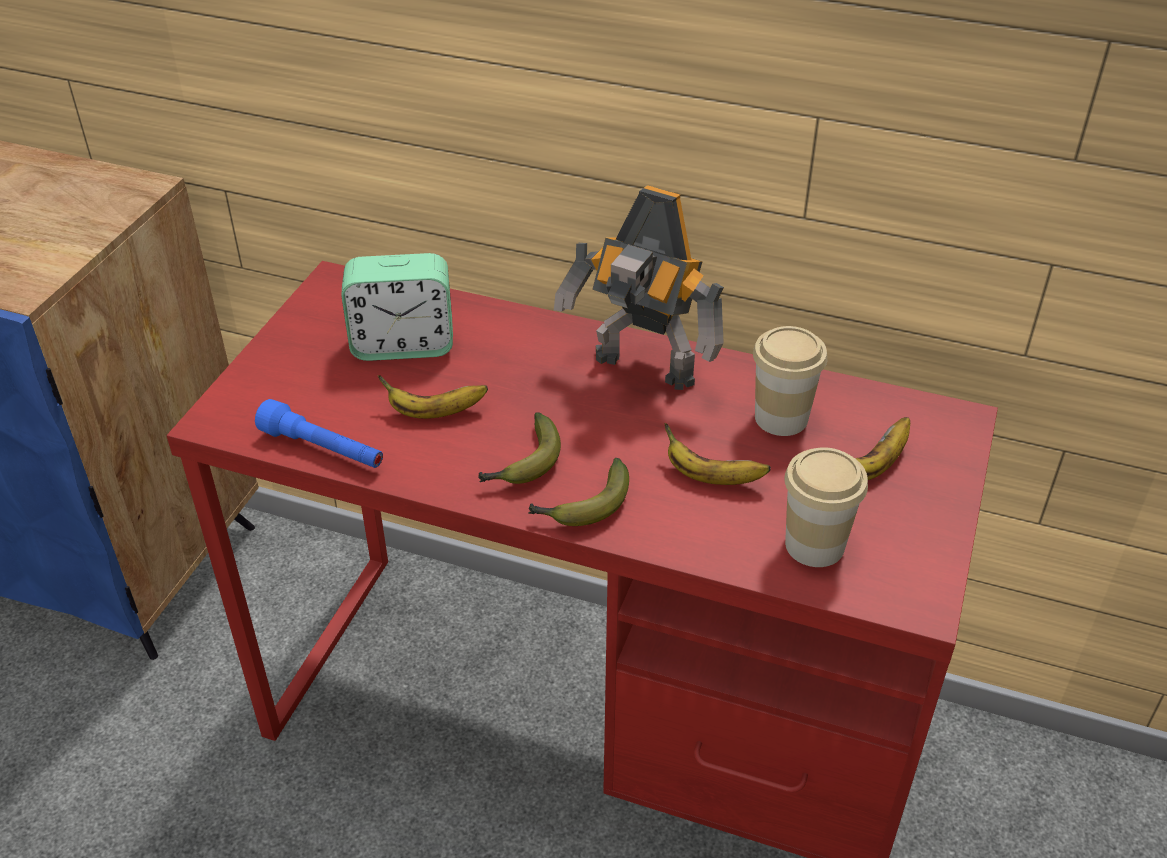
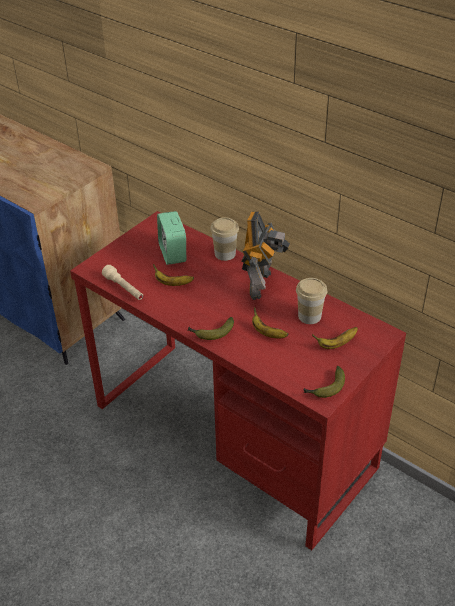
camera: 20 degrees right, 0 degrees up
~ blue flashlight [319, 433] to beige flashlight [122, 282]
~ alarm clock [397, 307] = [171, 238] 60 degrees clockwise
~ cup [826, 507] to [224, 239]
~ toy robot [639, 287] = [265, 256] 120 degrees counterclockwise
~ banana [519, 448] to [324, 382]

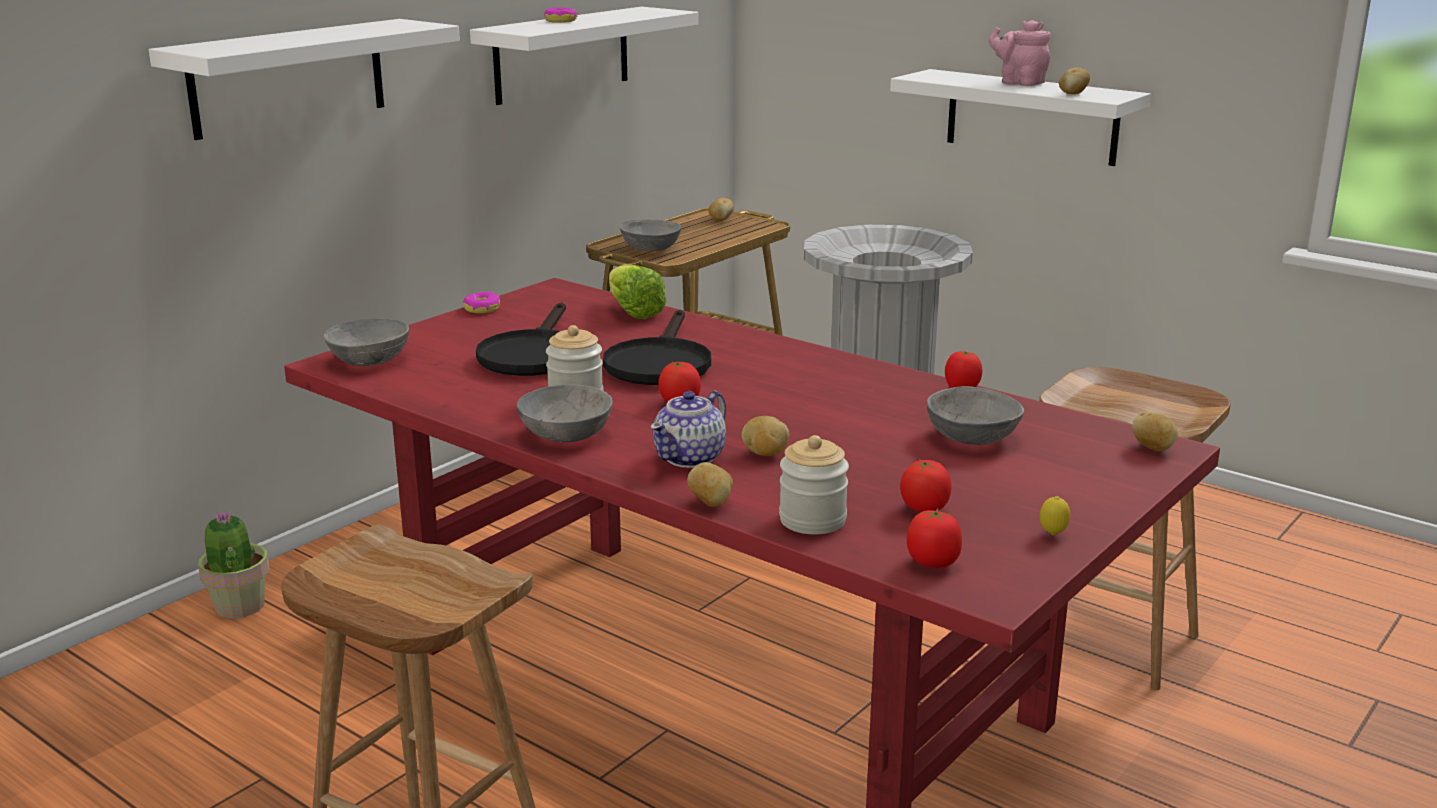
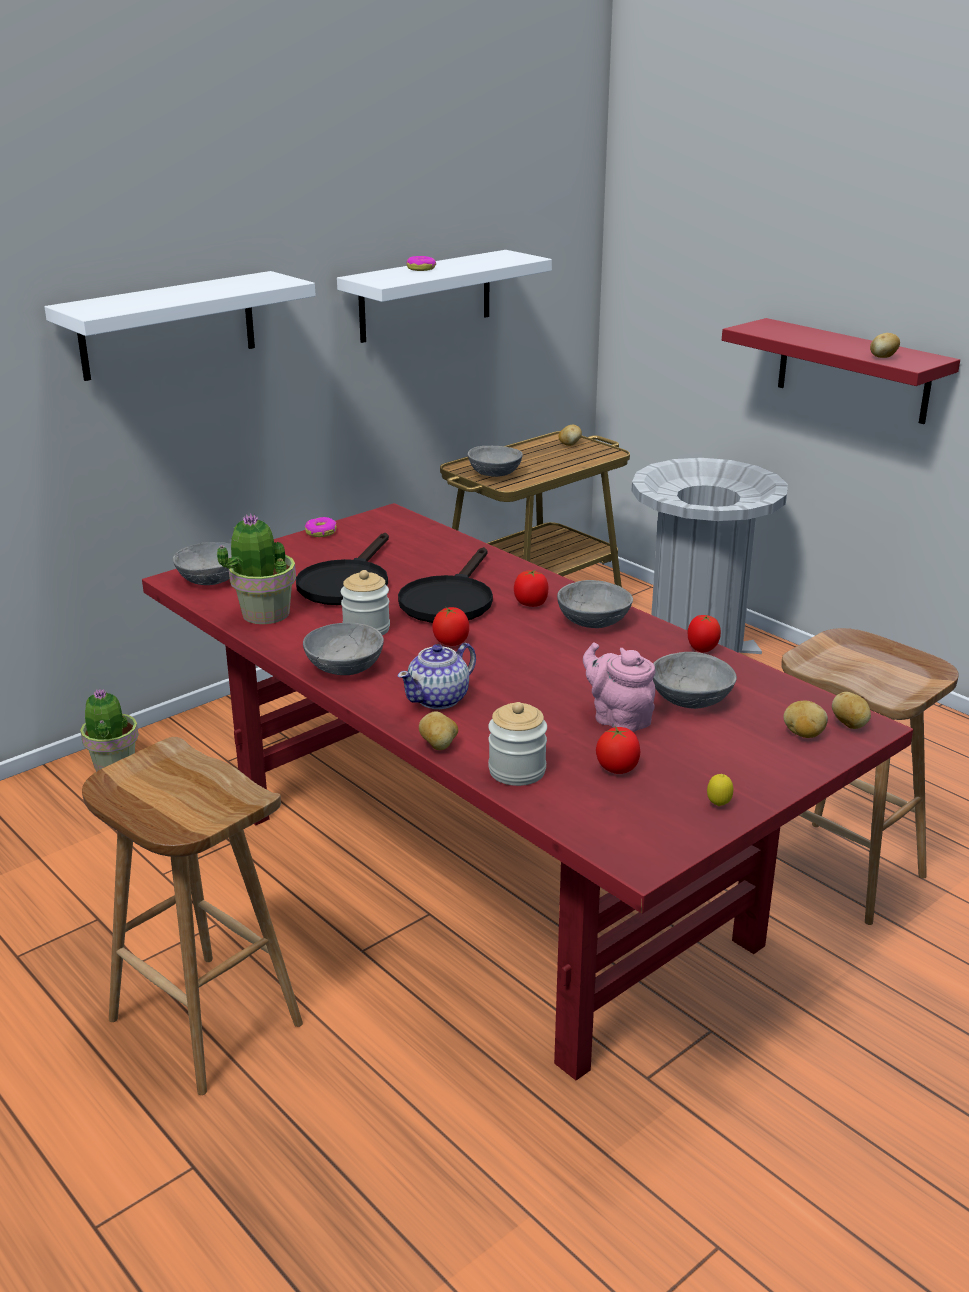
camera: 10 degrees right, 5 degrees up
+ potted plant [256, 569]
~ tomato [934, 538] to [531, 588]
+ grey bowl [595, 604]
~ pink teapot [1020, 53] to [619, 687]
~ white shelf [1020, 117] to red shelf [841, 371]
~ potato [765, 436] to [806, 719]
- lettuce [638, 292]

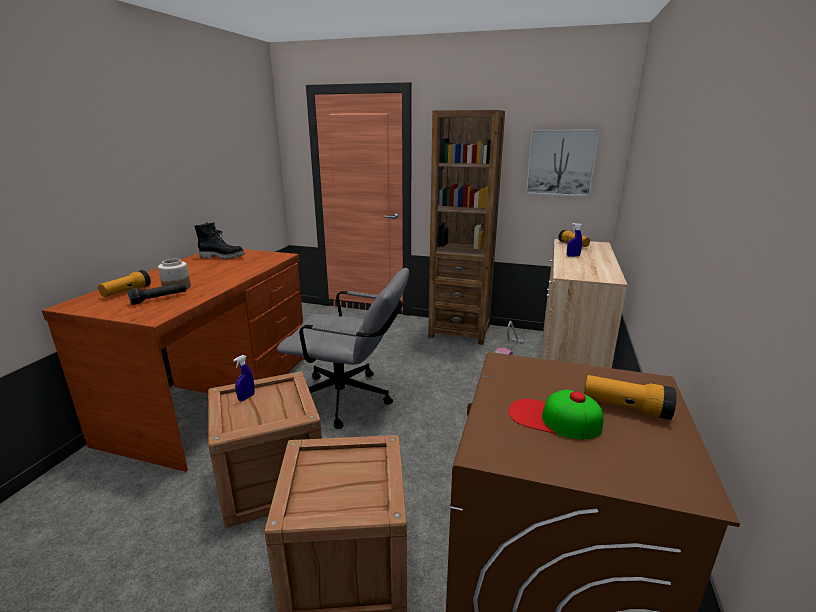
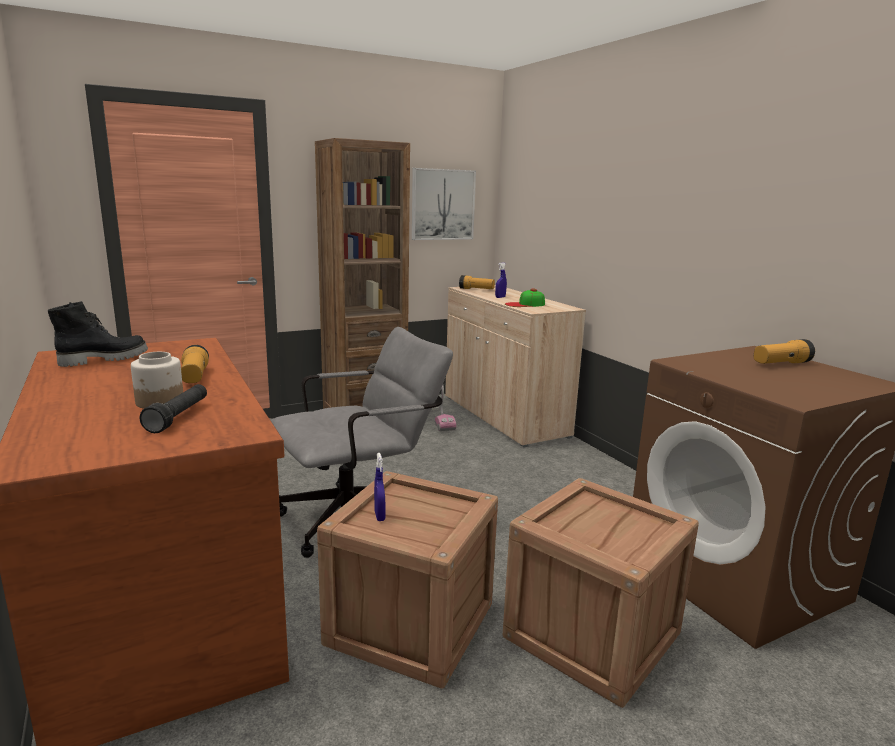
camera: 45 degrees left, 5 degrees down
~ flashlight [124, 283] to [195, 364]
~ cap [556, 414] to [525, 297]

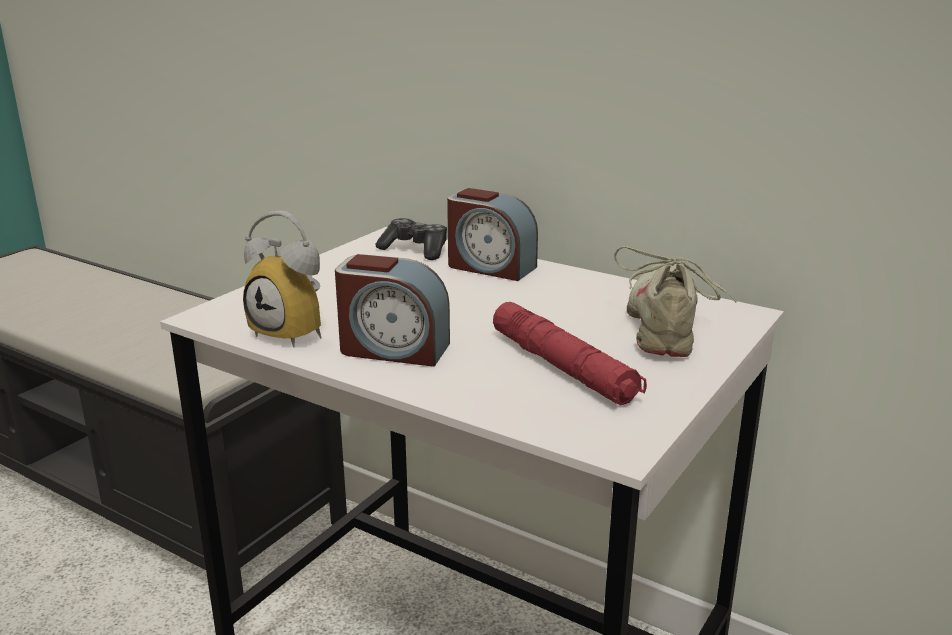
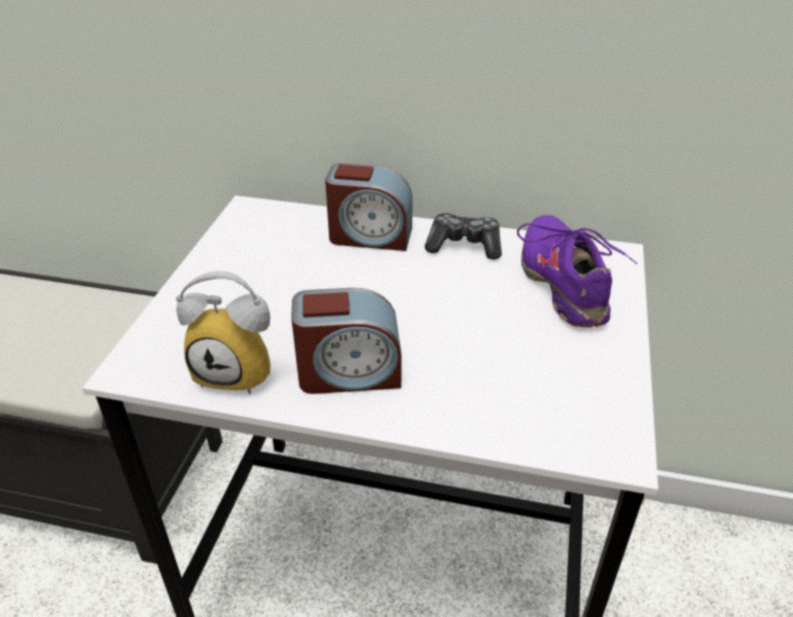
camera: 20 degrees left, 15 degrees up
~ game controller [411, 239] to [463, 236]
~ beige shoe [675, 301] to purple shoe [577, 271]
- red flashlight [570, 353]

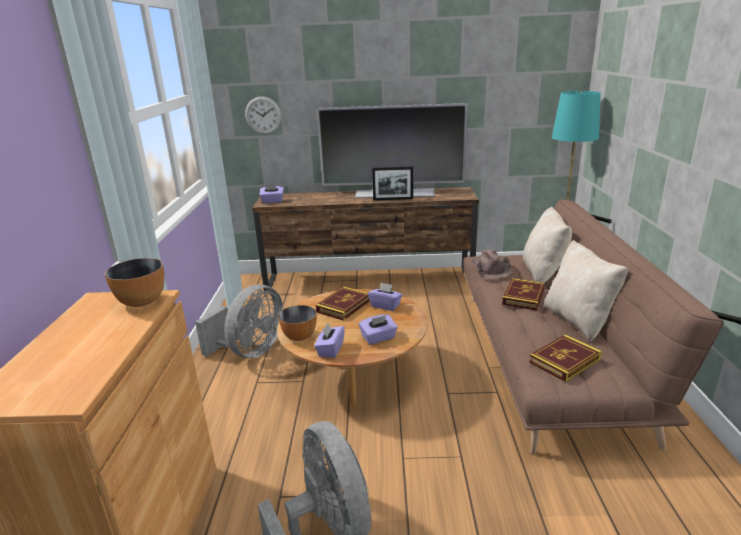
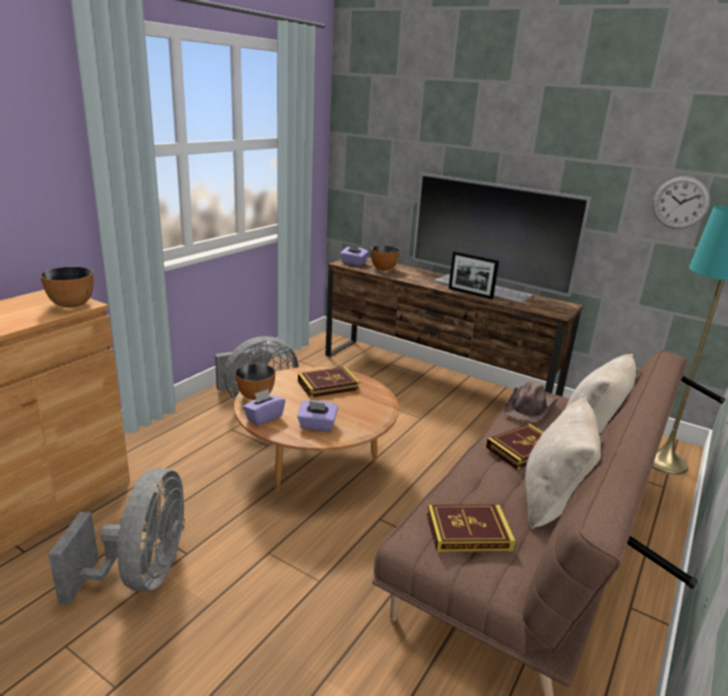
camera: 30 degrees right, 0 degrees up
+ bowl [385, 258]
~ wall clock [263, 115] to [681, 202]
- purple tissue box [385, 297]

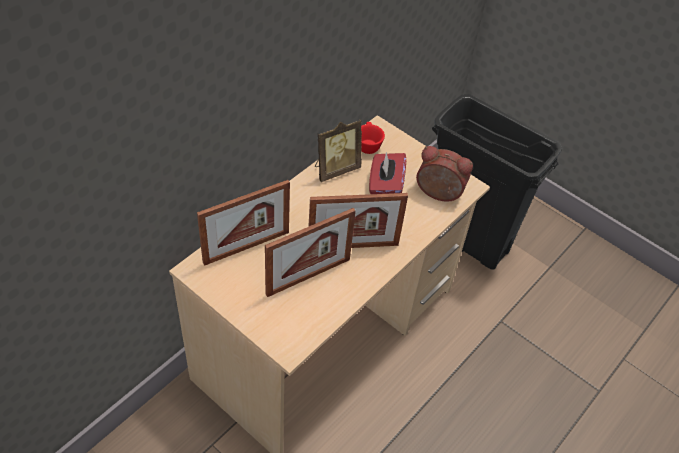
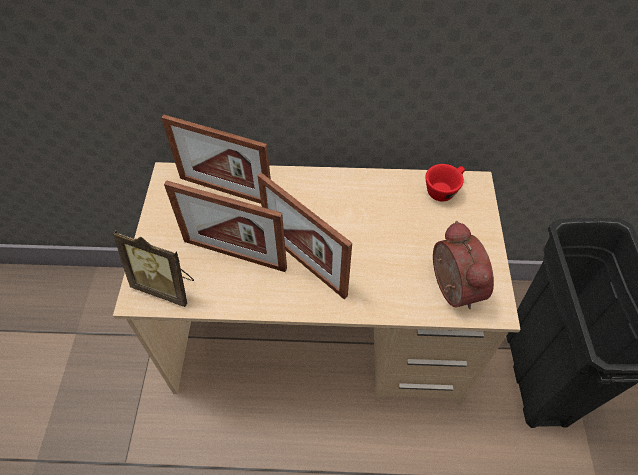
camera: 55 degrees right, 5 degrees up
~ picture frame [338, 150] to [153, 269]
- red tissue box [387, 173]

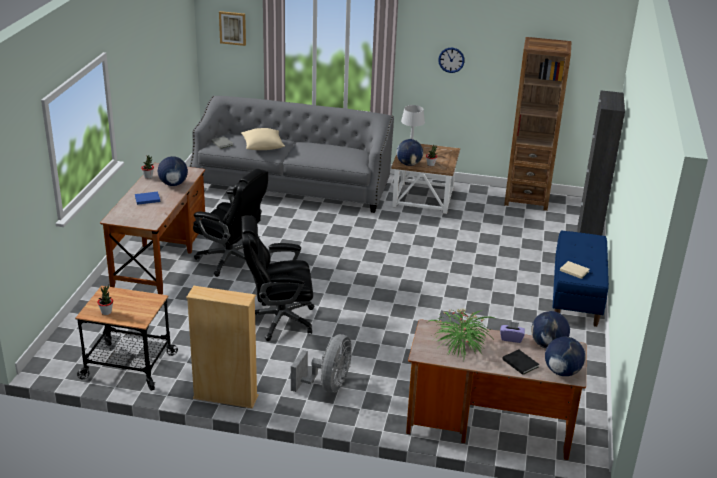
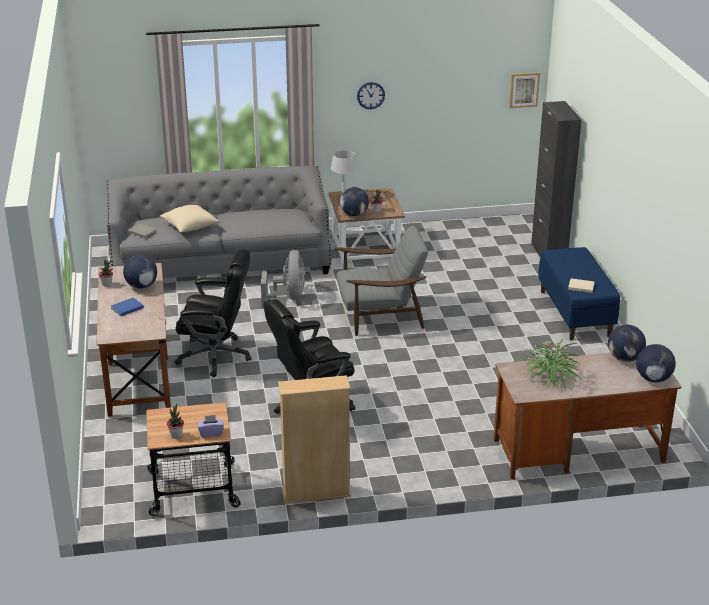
camera: 20 degrees left, 0 degrees up
~ purple tissue box [512, 332] to [211, 426]
~ grey fan [321, 363] to [283, 278]
+ grey armchair [381, 281]
~ picture [232, 28] to [524, 90]
- black book [520, 362]
- brown bookcase [538, 124]

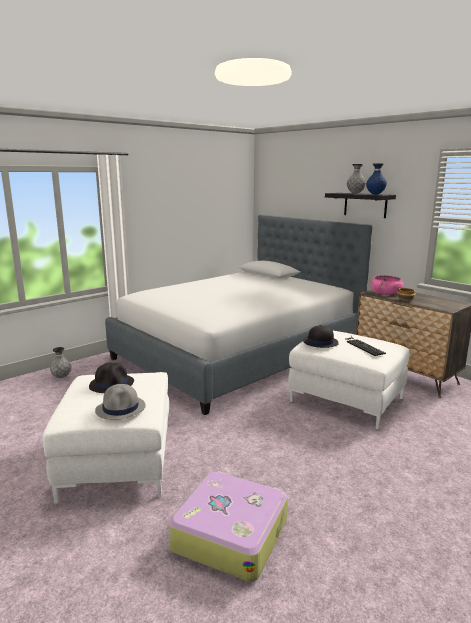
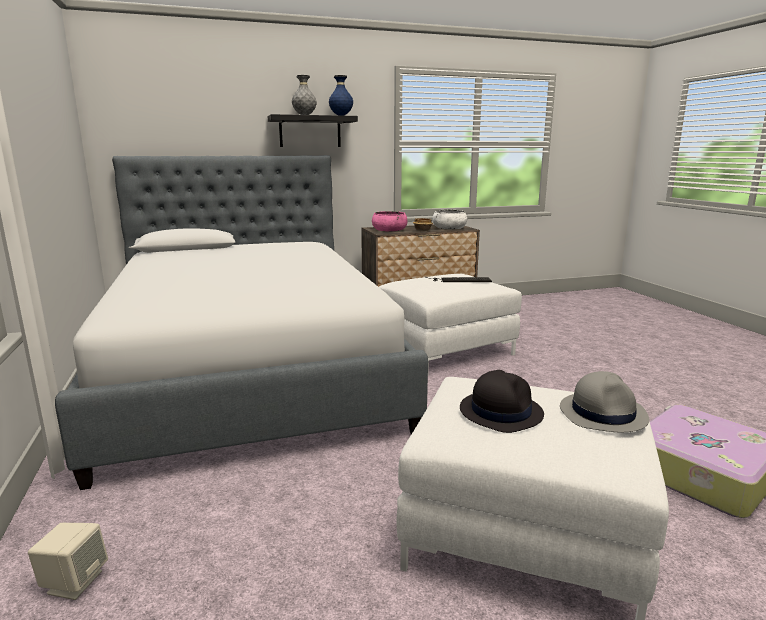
camera: 65 degrees left, 0 degrees up
~ grey vase [60, 362] to beige speaker [68, 561]
+ white bowl [449, 219]
- black hat [321, 336]

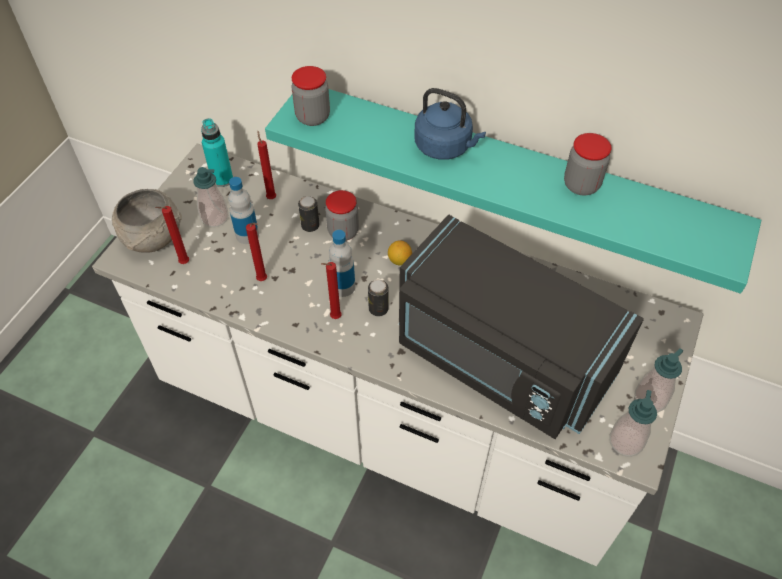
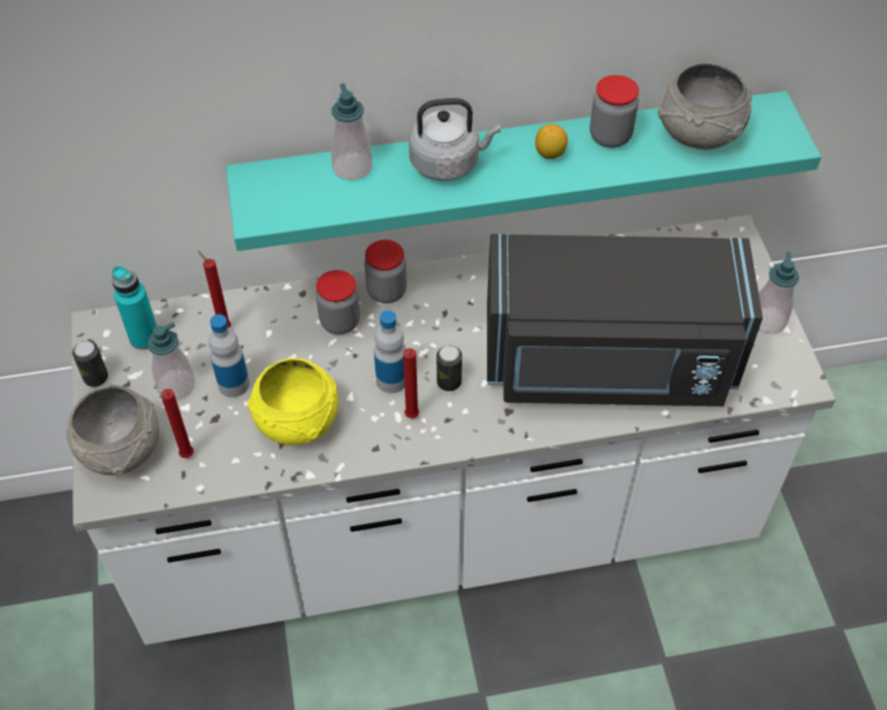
camera: 35 degrees left, 0 degrees up
~ can [309, 214] to [90, 364]
~ red candle [256, 252] to yellow bowl [292, 401]
~ soap dispenser [633, 423] to [352, 132]
~ jar [310, 96] to [385, 271]
~ blue kettle [450, 124] to grey kettle [455, 139]
~ lemon [400, 252] to [551, 141]
+ grey bowl [705, 106]

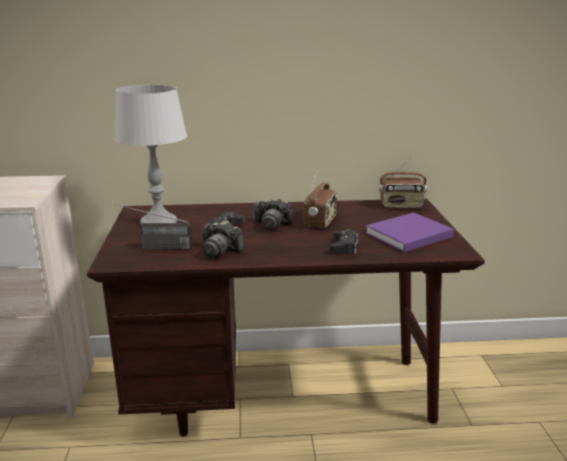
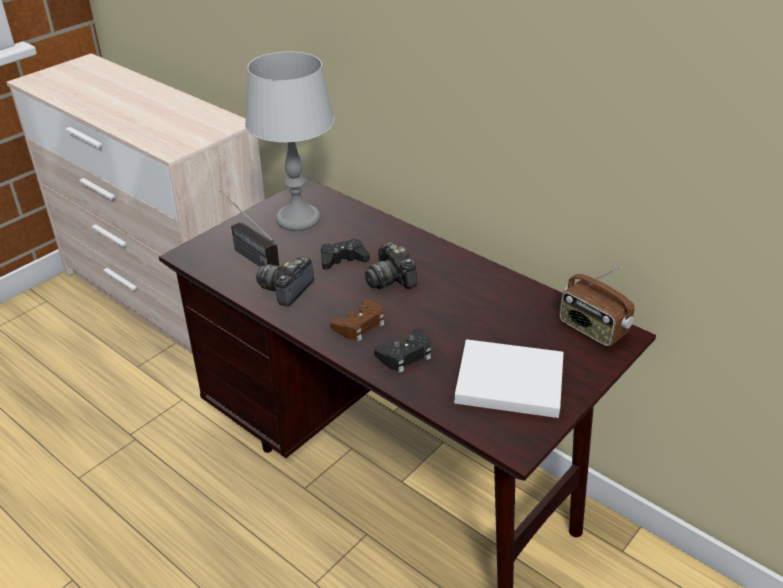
camera: 45 degrees right, 15 degrees up
~ photo camera [222, 239] = [285, 281] 45 degrees clockwise
+ brown game controller [357, 320]
~ purple book [409, 232] to white book [509, 378]
- radio [321, 198]

